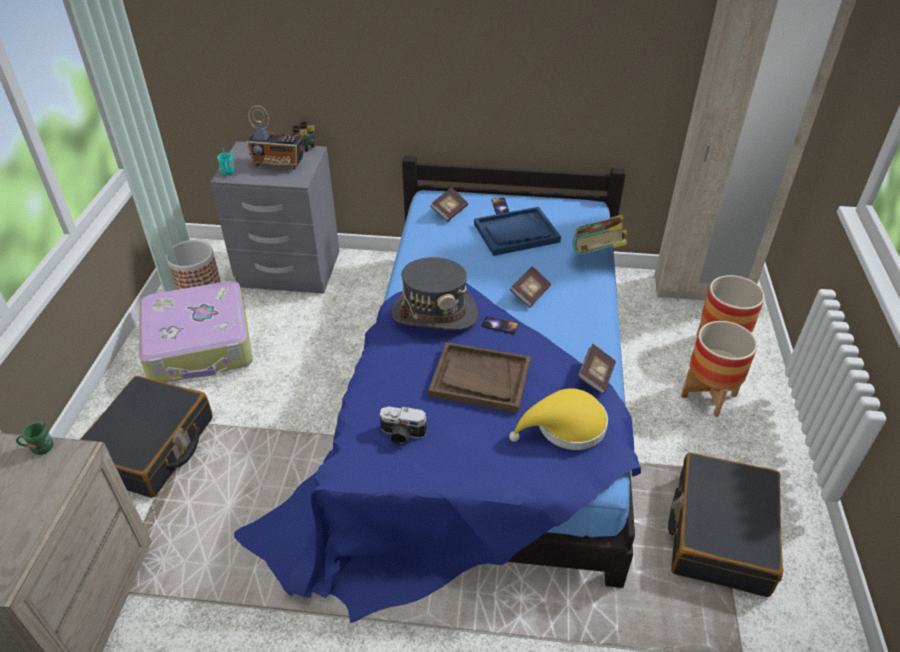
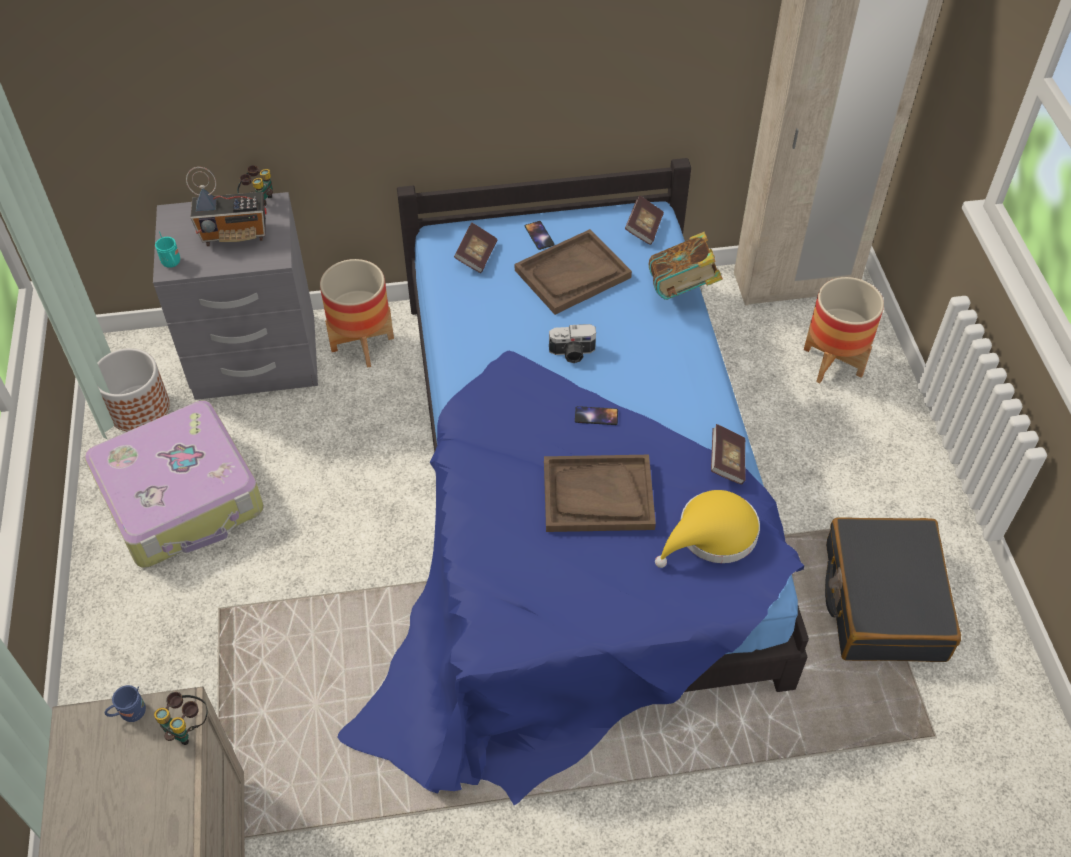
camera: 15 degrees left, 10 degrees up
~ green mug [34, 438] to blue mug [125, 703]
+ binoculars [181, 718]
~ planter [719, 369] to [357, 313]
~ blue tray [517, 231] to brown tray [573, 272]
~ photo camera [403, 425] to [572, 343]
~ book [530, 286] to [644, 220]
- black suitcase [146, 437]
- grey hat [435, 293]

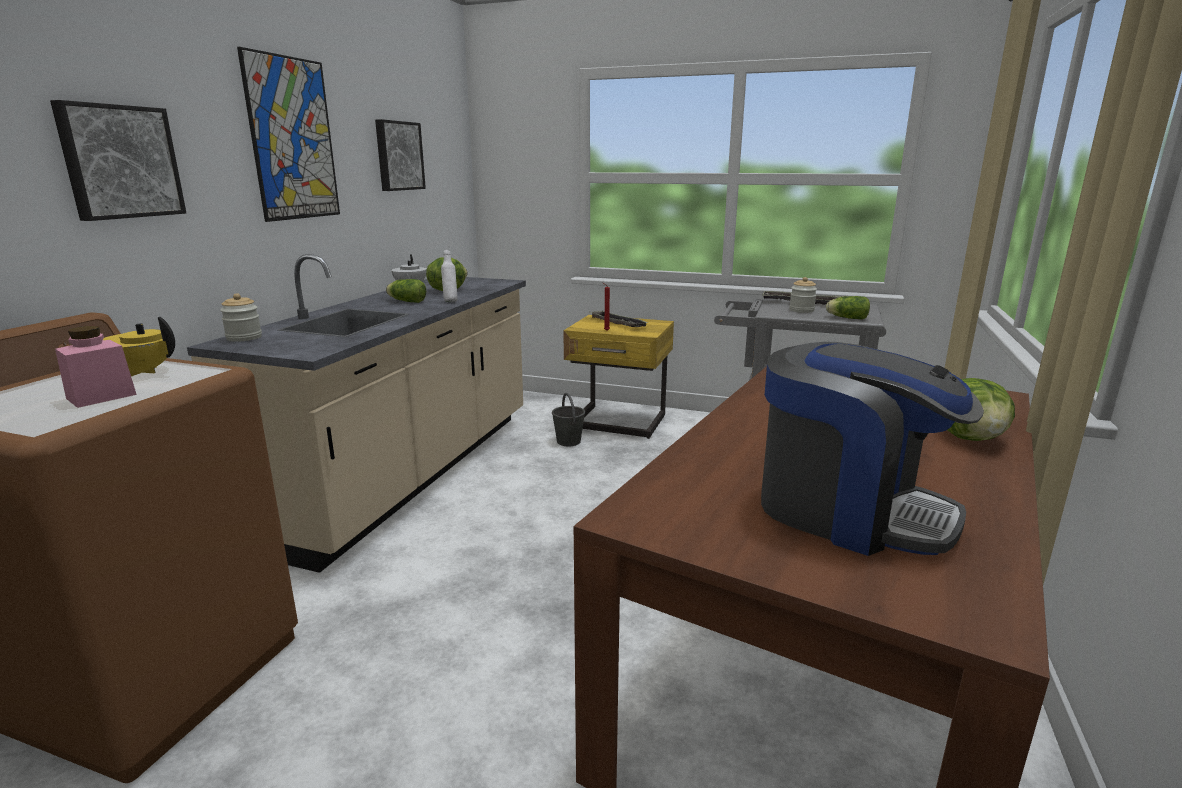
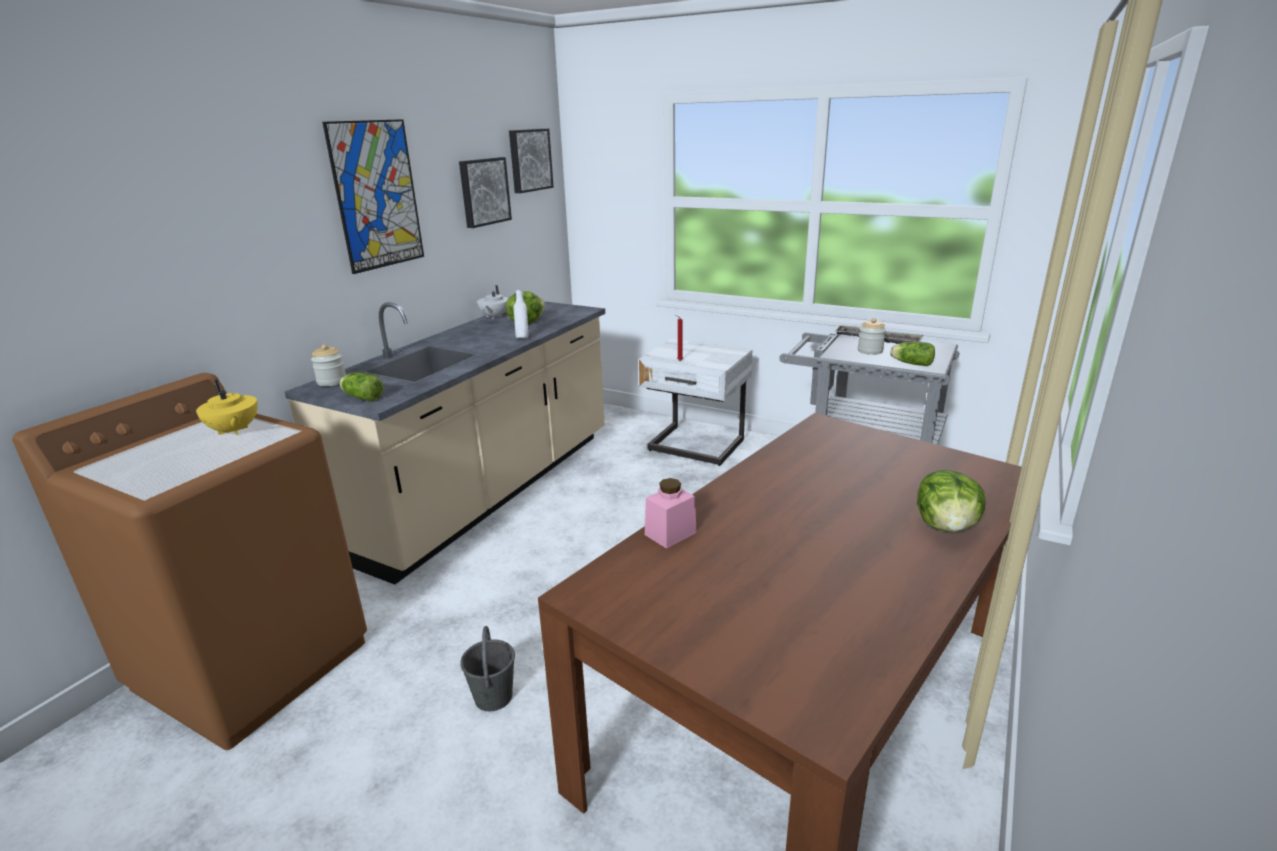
camera: 10 degrees right, 5 degrees up
~ yellow teapot [139, 346] = [227, 407] 150 degrees counterclockwise
~ lettuce [406, 291] to [361, 386]
~ grey bucket [568, 419] to [487, 669]
~ picture [118, 160] to [531, 161]
~ yellow nightstand [619, 377] to white nightstand [695, 402]
~ pink jar [96, 367] to [671, 513]
- tray [618, 318]
- coffee machine [872, 449]

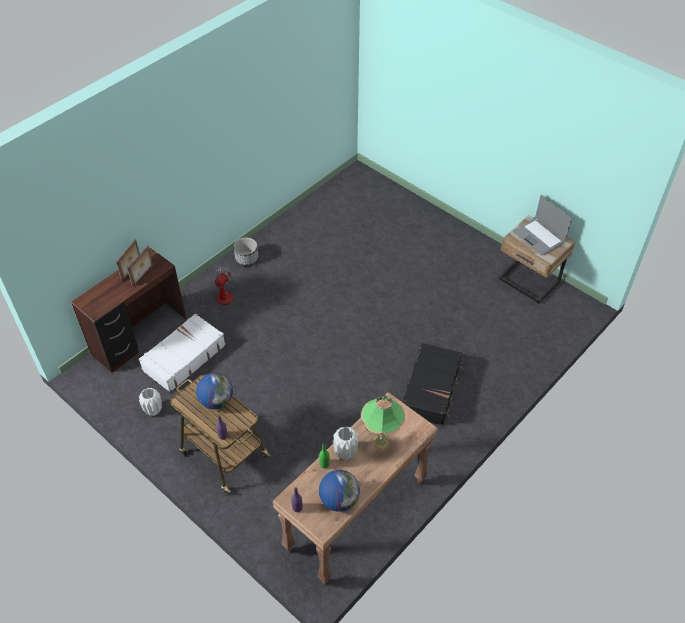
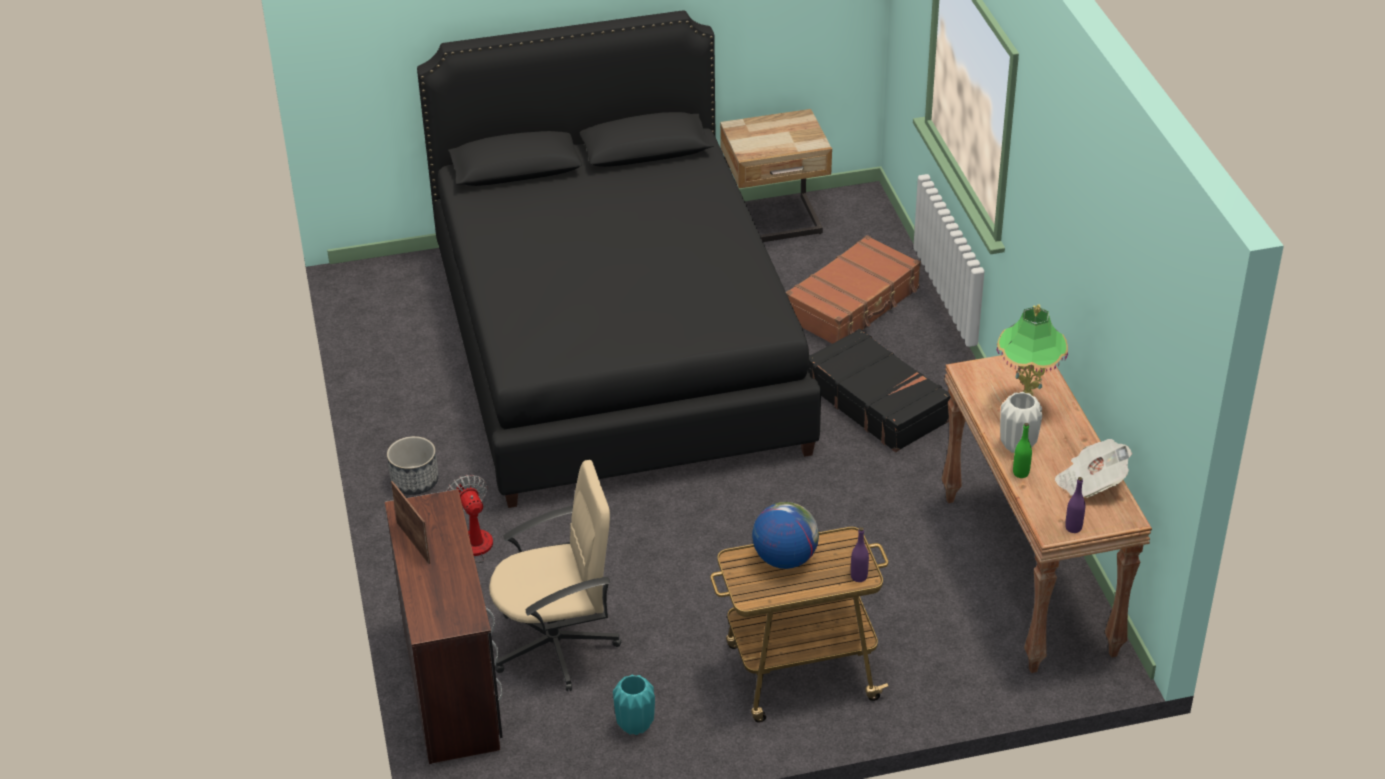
camera: 55 degrees left, 10 degrees down
+ black bed [619, 259]
~ white suitcase [182, 352] to beige office chair [555, 575]
~ white vase [150, 402] to turquoise vase [634, 704]
+ brown suitcase [853, 289]
~ globe [339, 491] to newspaper [1093, 468]
- picture frame [140, 266]
- laptop [542, 225]

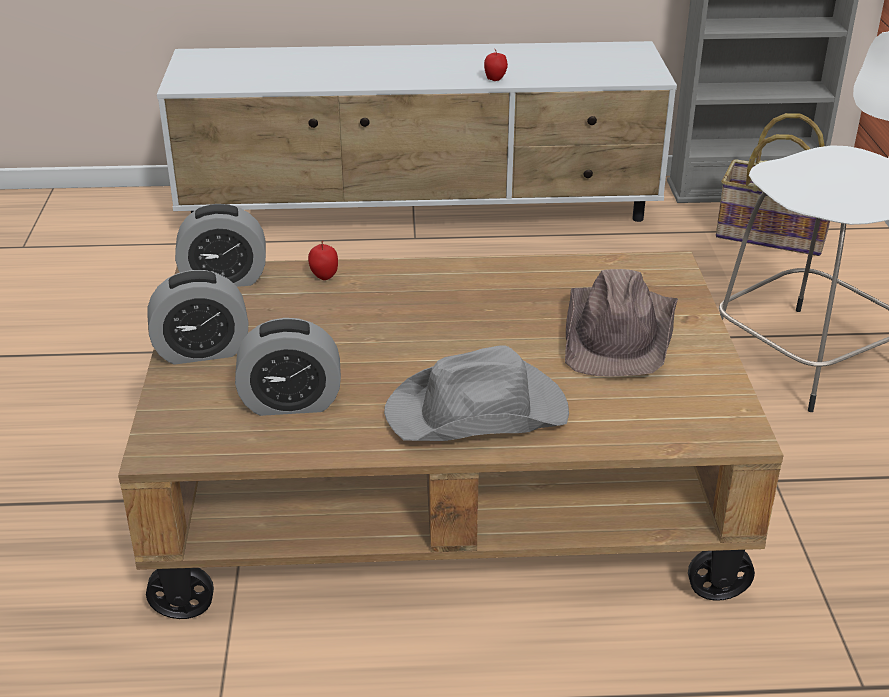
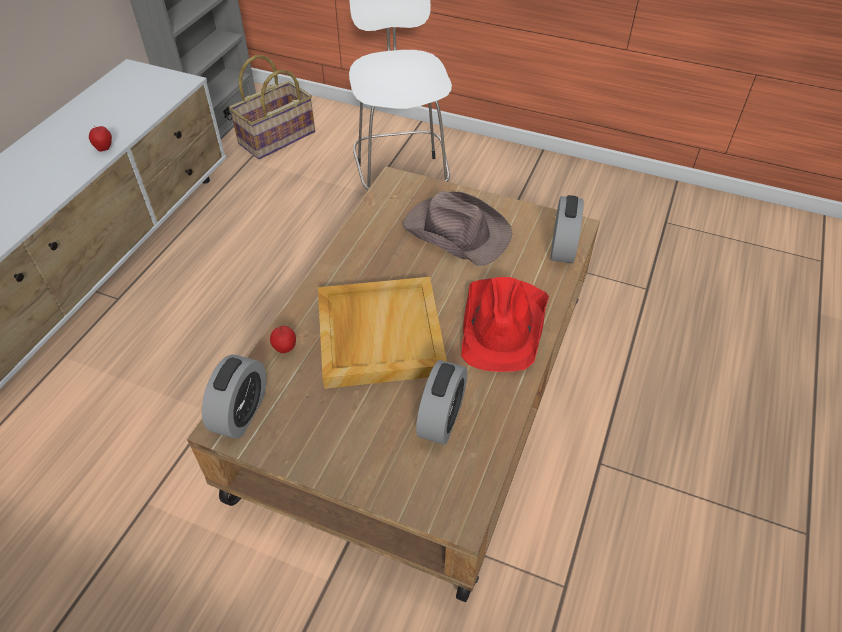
camera: 65 degrees left, 15 degrees up
+ beige tray [382, 333]
~ grey hat [476, 393] to red hat [505, 324]
~ alarm clock [198, 317] to [567, 229]

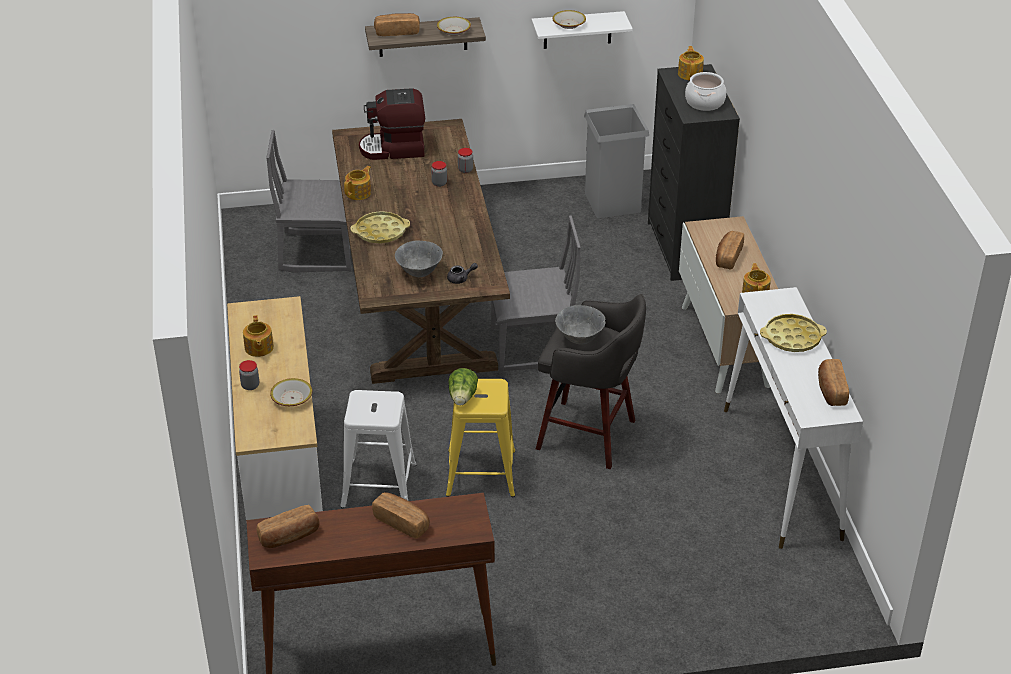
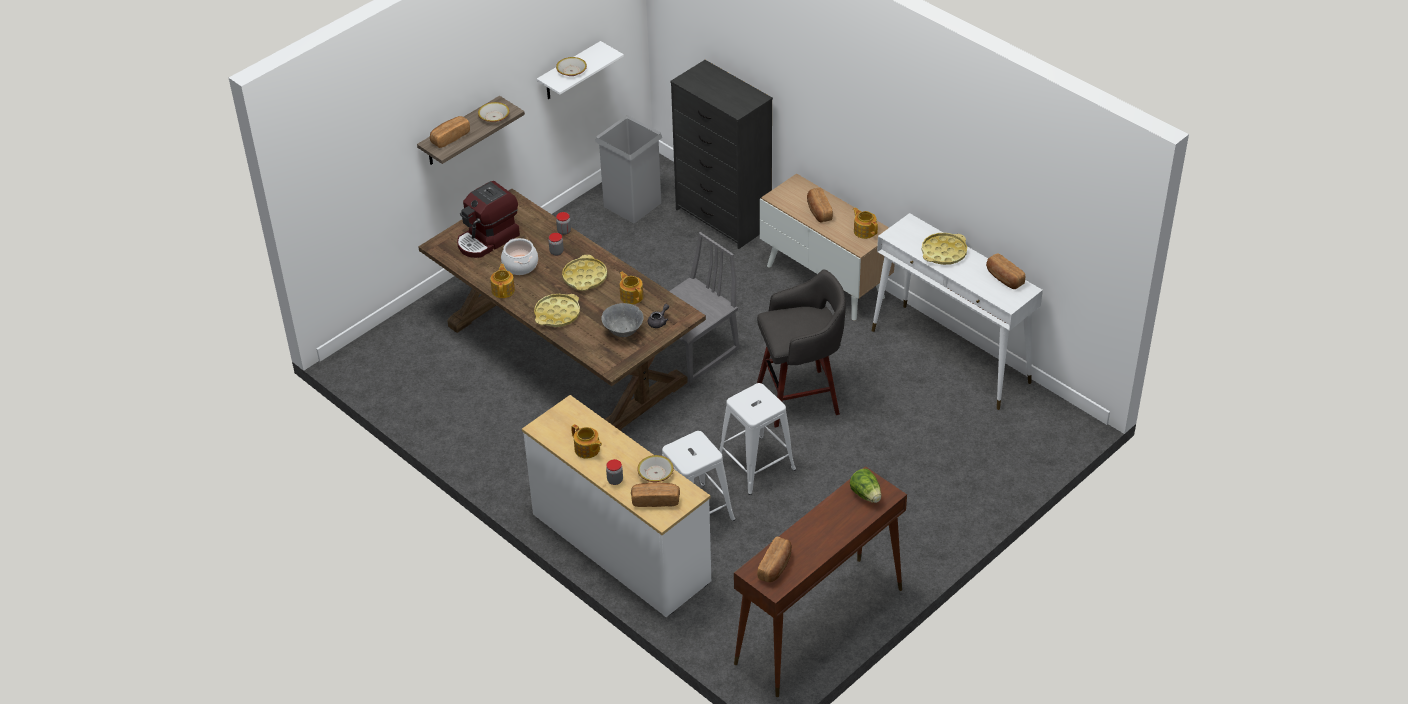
camera: 35 degrees left, 5 degrees up
~ cooking pot [705, 91] to [519, 256]
+ yellow tray [584, 273]
~ teapot [691, 63] to [631, 288]
~ bread [401, 515] to [655, 494]
~ yellow stool [480, 438] to white stool [757, 439]
~ lettuce [463, 386] to [865, 486]
- grey chair [308, 201]
- grey bowl [580, 325]

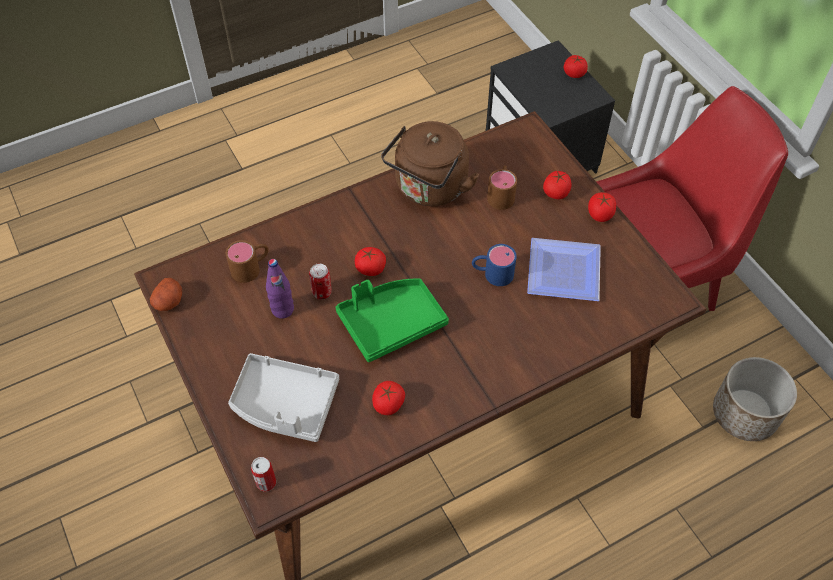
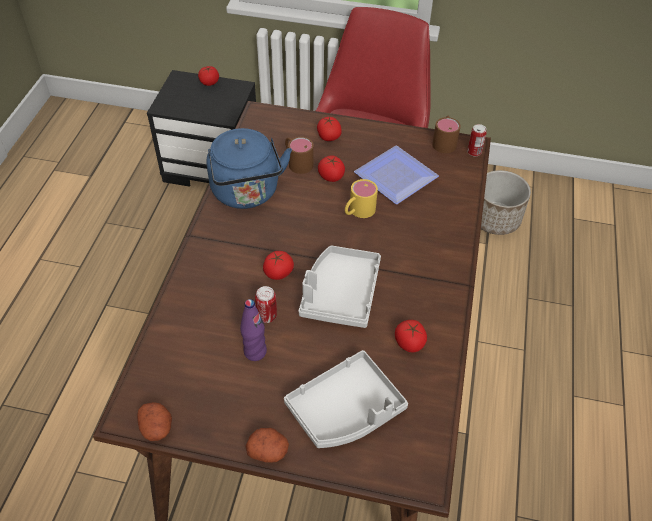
camera: 50 degrees left, 5 degrees down
~ brown kettle [430, 163] to blue kettle [249, 168]
+ potato [267, 445]
~ green tray [392, 320] to grey tray [340, 286]
~ tomato [602, 207] to [331, 168]
~ blue mug [494, 265] to yellow mug [361, 198]
~ brown mug [247, 261] to [446, 134]
~ can [263, 474] to [476, 140]

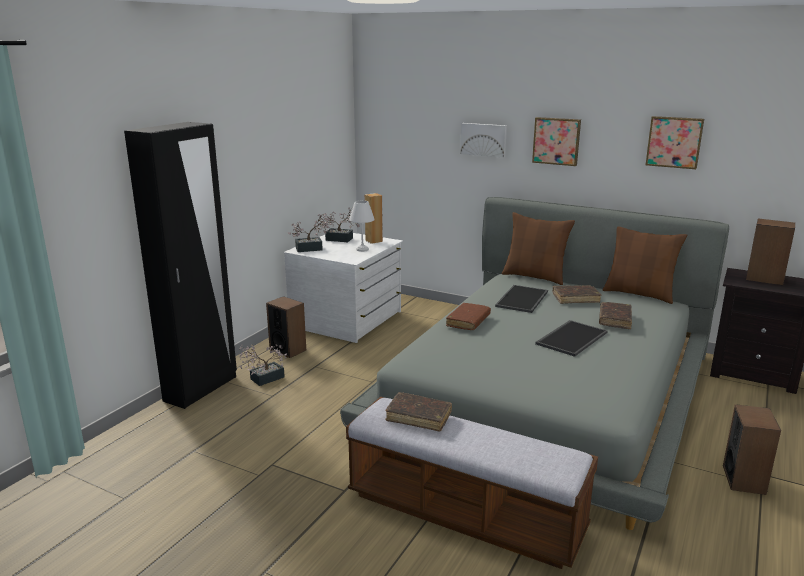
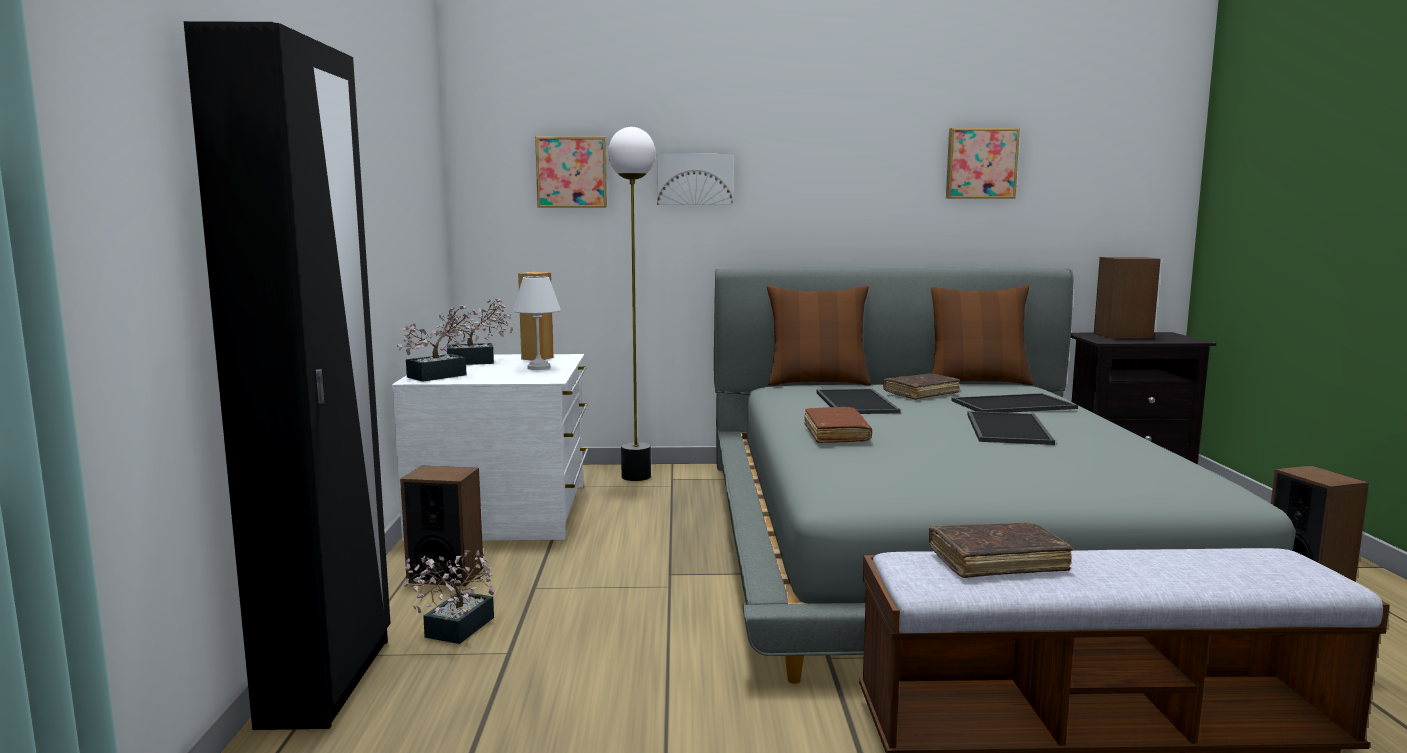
camera: 30 degrees left, 10 degrees down
~ picture [556, 141] to [571, 172]
+ floor lamp [631, 304]
~ brown book [615, 315] to tray [1014, 403]

